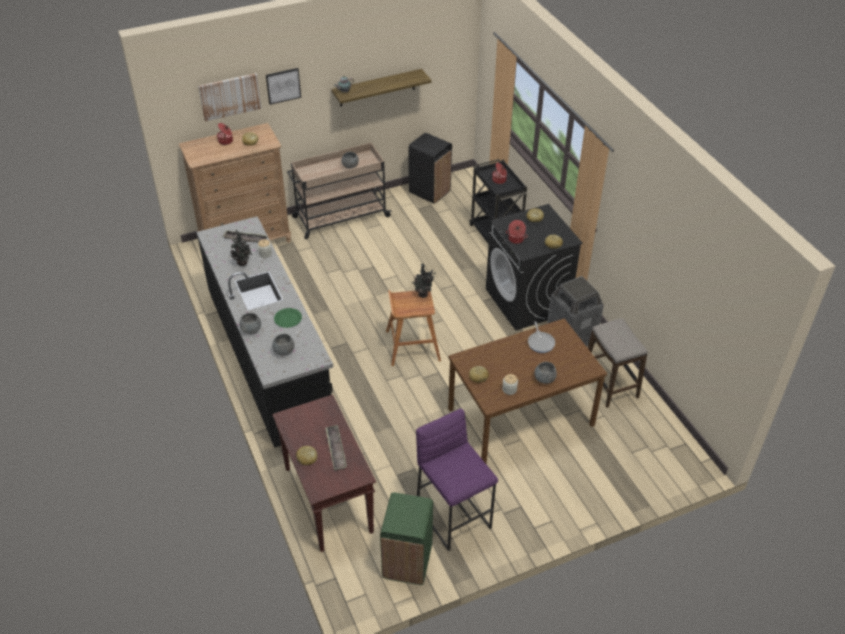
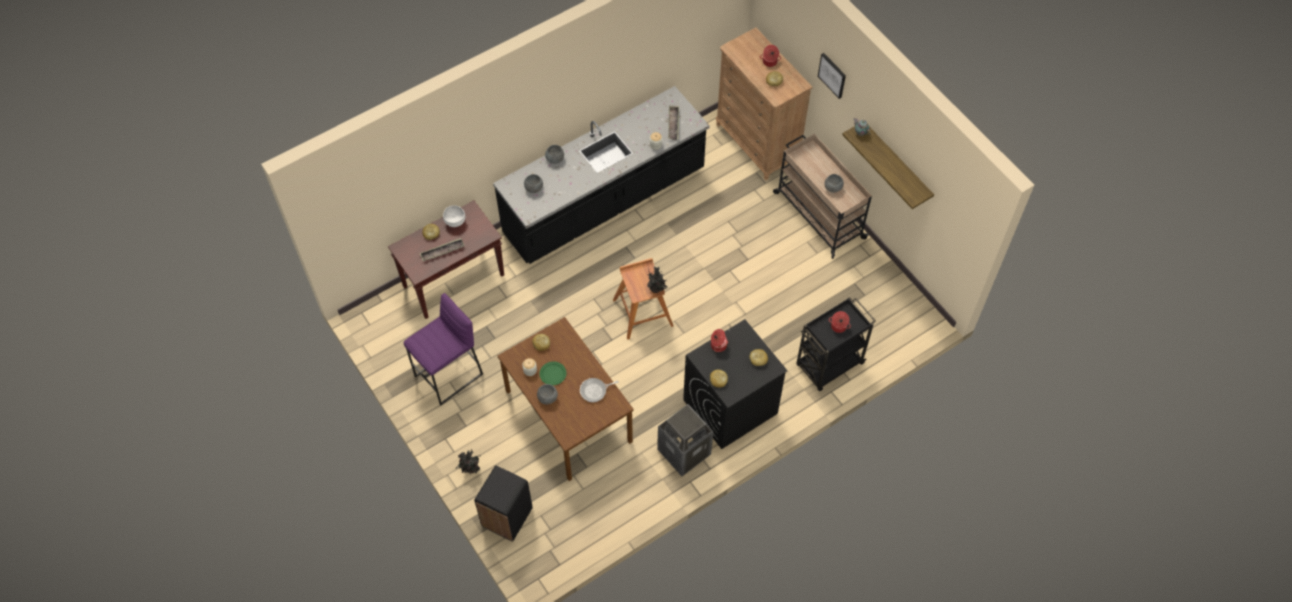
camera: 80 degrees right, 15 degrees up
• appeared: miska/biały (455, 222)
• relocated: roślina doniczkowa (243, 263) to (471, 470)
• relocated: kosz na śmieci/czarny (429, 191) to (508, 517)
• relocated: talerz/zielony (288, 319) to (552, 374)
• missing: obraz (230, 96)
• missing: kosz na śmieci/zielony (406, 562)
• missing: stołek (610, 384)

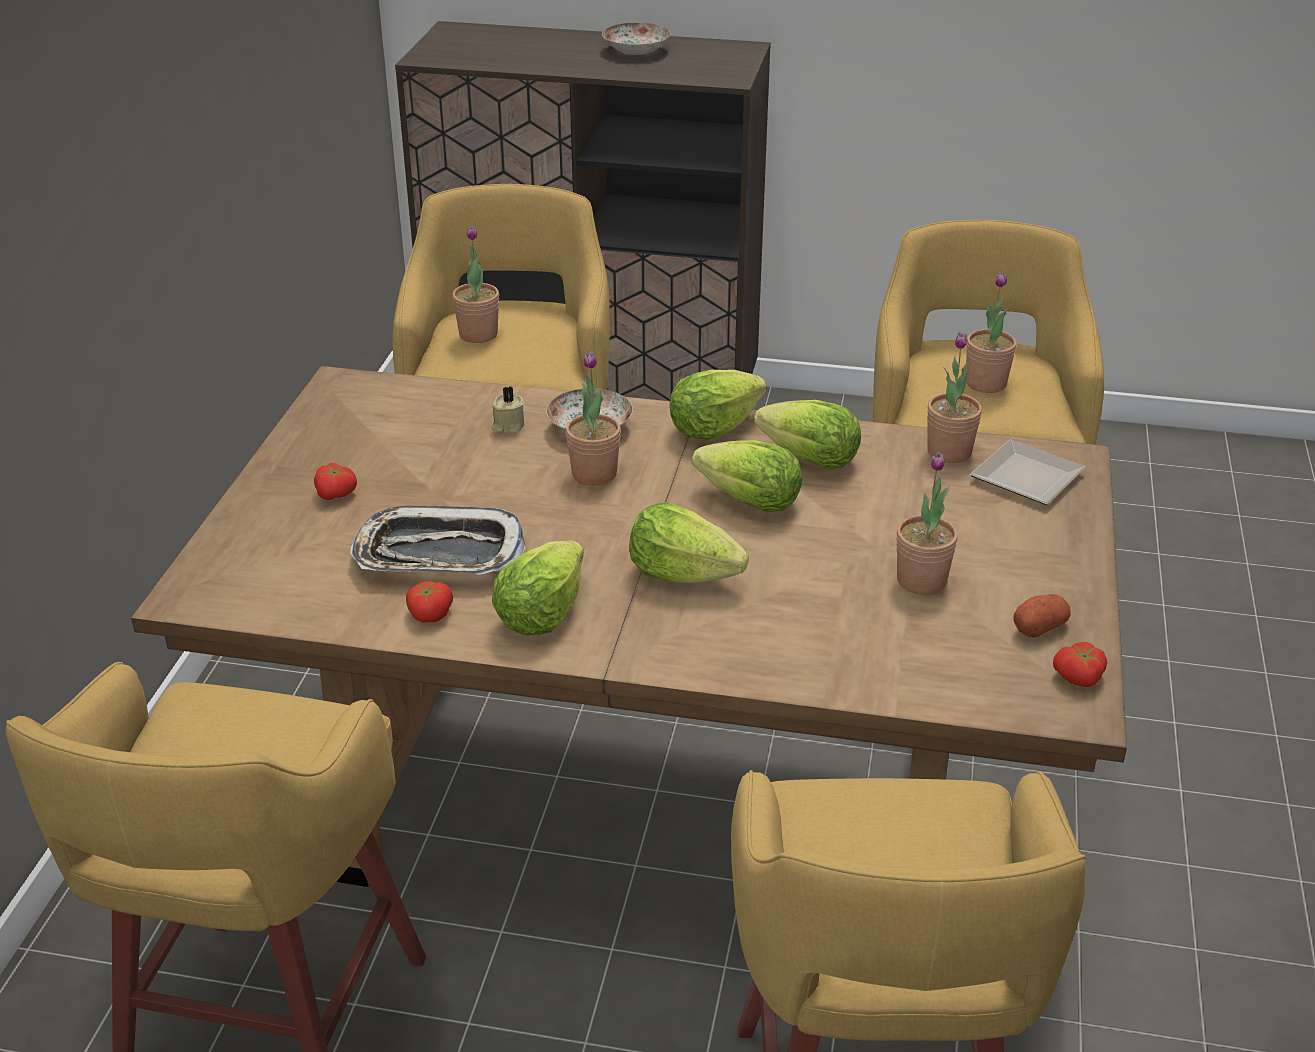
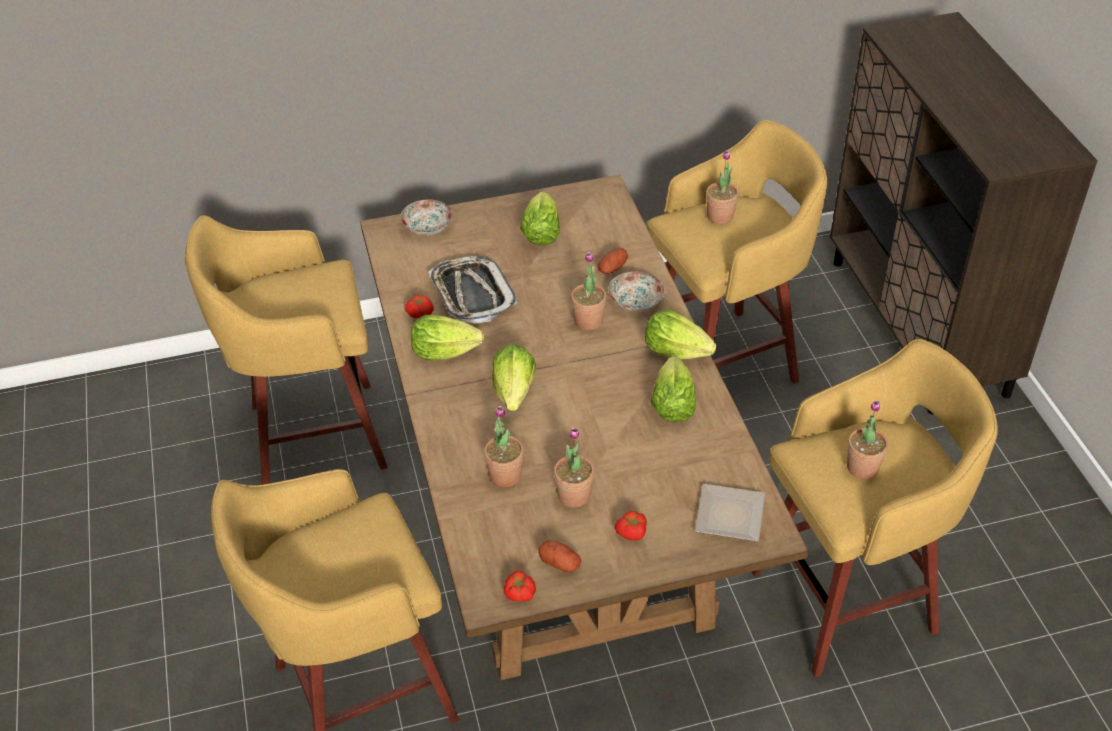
camera: 65 degrees right, 10 degrees up
• relocated: talerz (636, 50) to (428, 226)
• relocated: roślina doniczkowa (949, 452) to (505, 475)
• relocated: sałata (750, 502) to (541, 233)
• exchanged: świeca/beżowy (508, 426) to ziemniak (612, 268)
• relocated: pomidor (337, 494) to (632, 533)

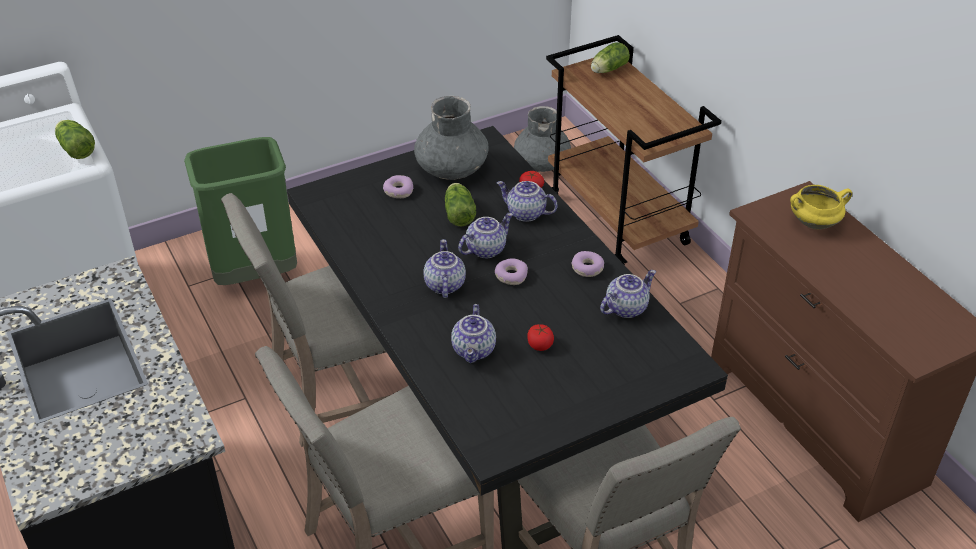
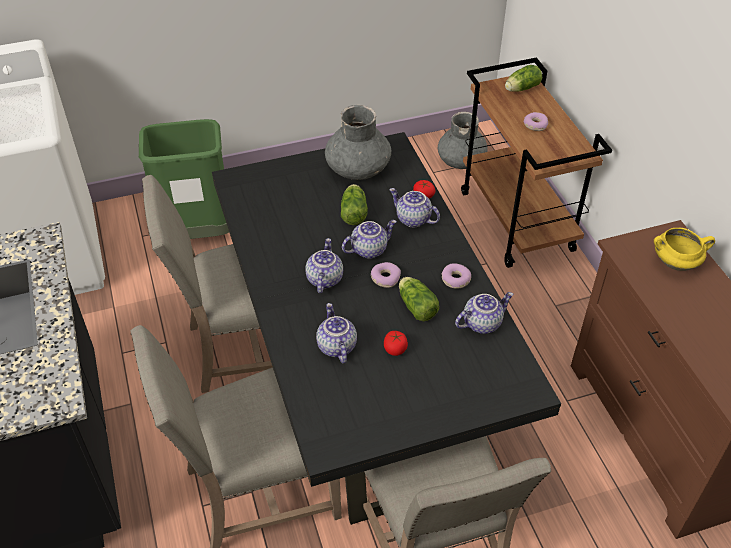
camera: 10 degrees right, 5 degrees up
• spun: imbryk (474, 350) = (335, 346) 150 degrees clockwise
• relocated: sałata (75, 148) to (416, 305)
• relocated: donut (398, 191) to (535, 125)

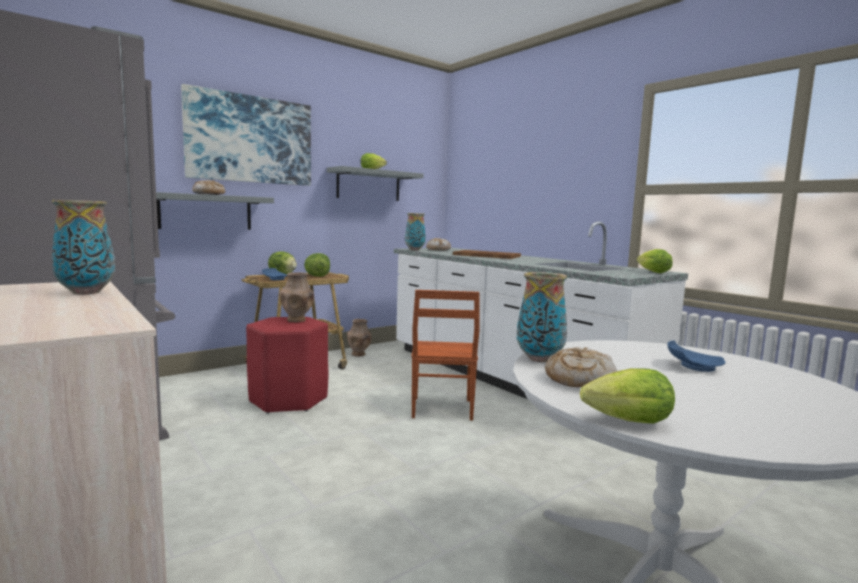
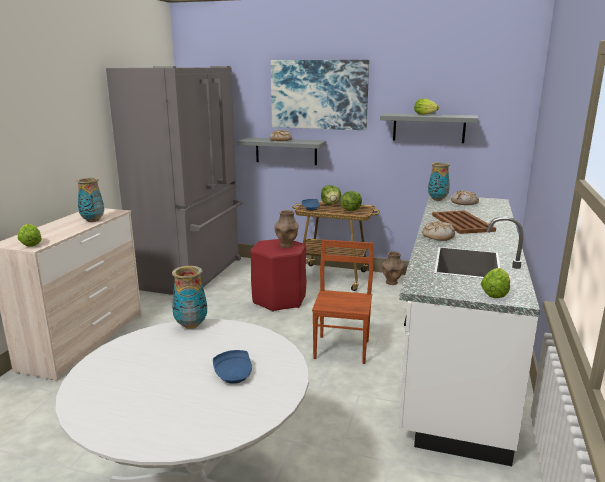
camera: 55 degrees right, 10 degrees up
• relocated: sałata (623, 421) to (30, 244)
• spun: krzesło/brązowy (441, 409) = (342, 349) 135 degrees clockwise
• relocated: chleb (579, 380) to (438, 236)

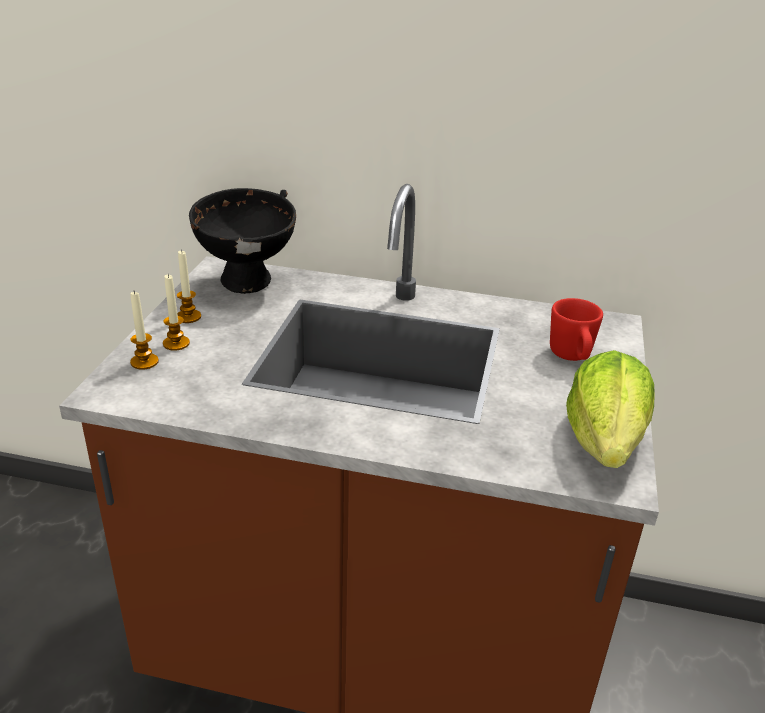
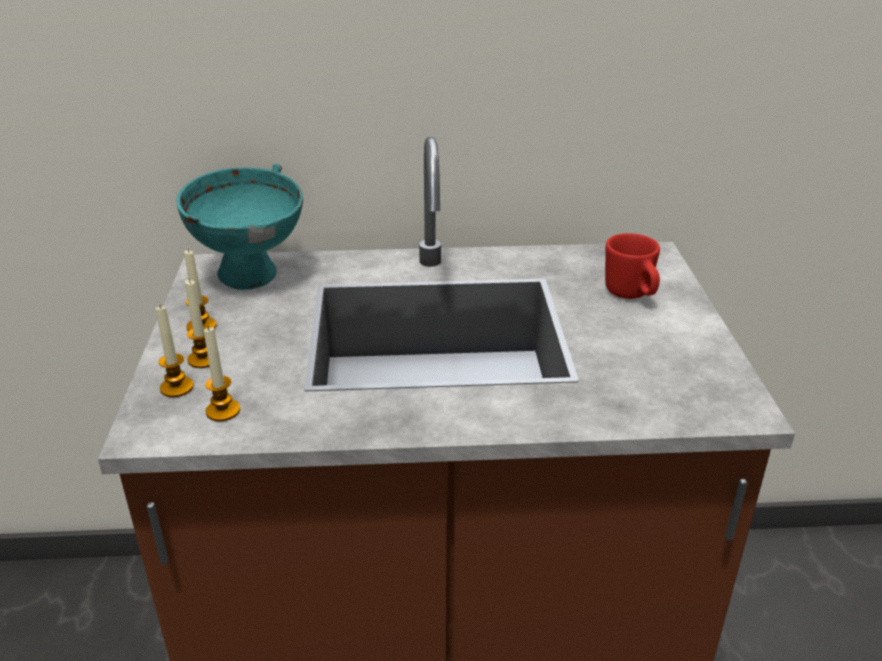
camera: 15 degrees left, 0 degrees up
• colour: miska/czarny (248, 285) to miska/turkusowy (252, 279)
• appeared: świeca (223, 411)
• missing: sałata (604, 442)

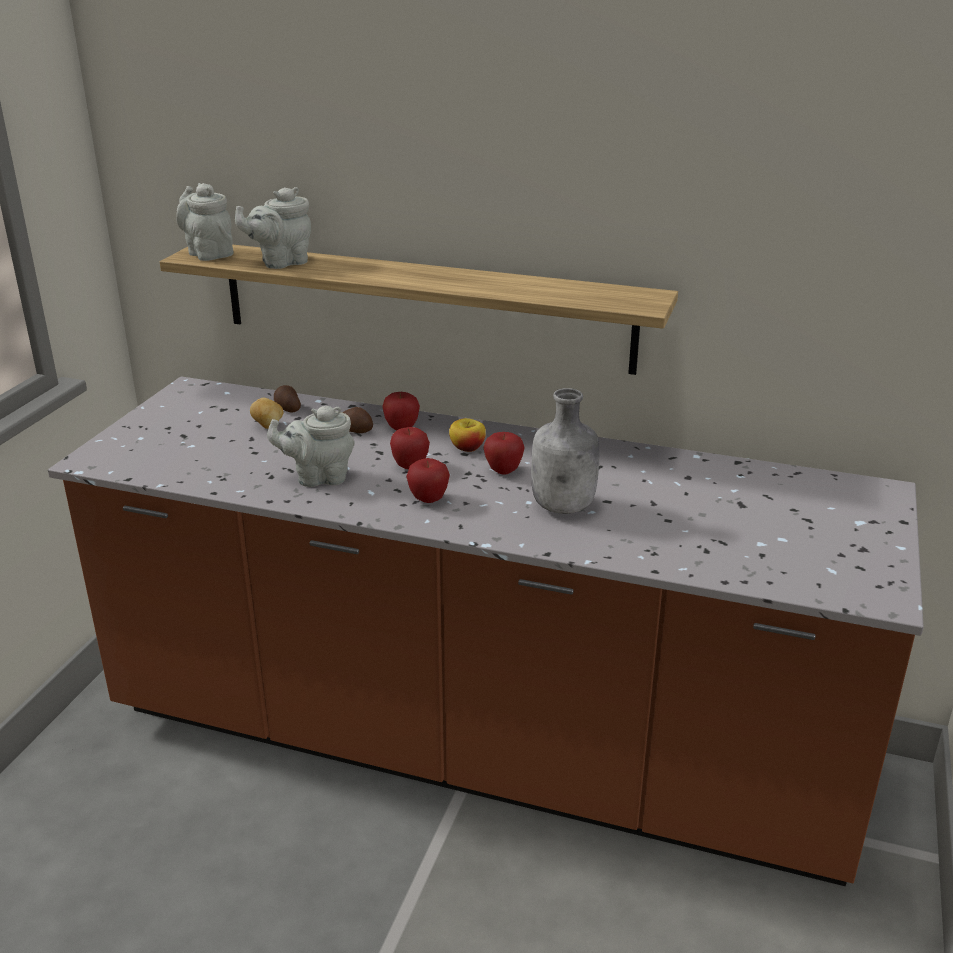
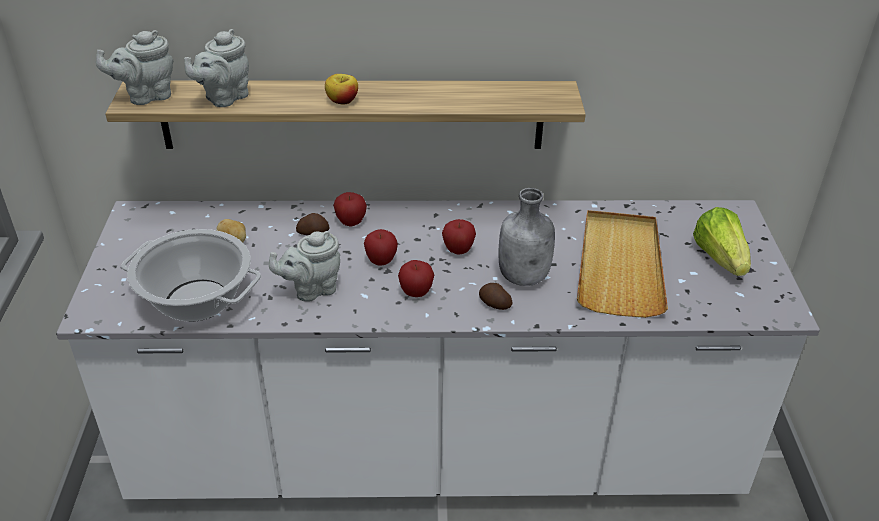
camera: 20 degrees left, 10 degrees up
• colour: zabudowa kuchenna/brązowy (476, 745) to zabudowa kuchenna/biały (436, 452)
• spun: imbryk/szary (208, 253) = (146, 96) 60 degrees counterclockwise
• appeared: garnek (196, 301)
• relocated: jabłko (467, 448) to (342, 101)
• relocated: ziemniak (287, 408) to (494, 304)
• appeared: taca/beżowy (620, 266)
• appeared: sałata (720, 258)

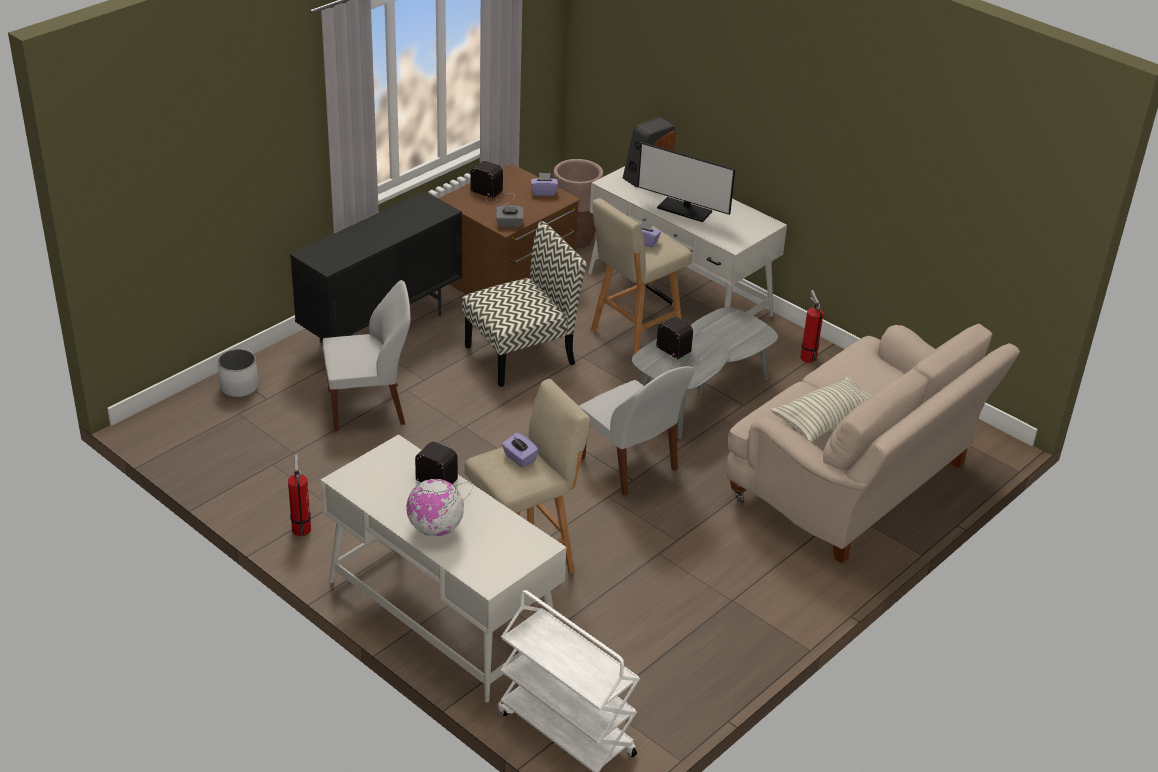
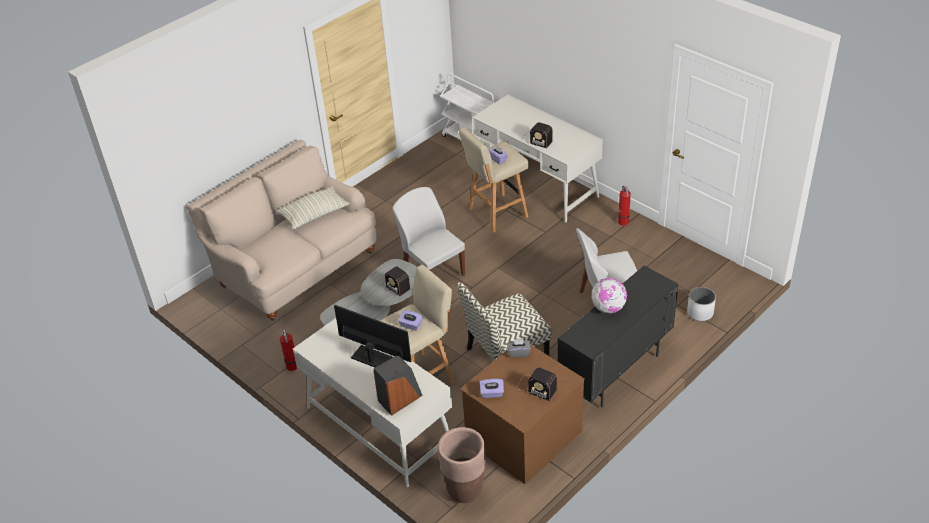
camera: 175 degrees left, 5 degrees up
• relocated: globus (435, 529) to (608, 308)

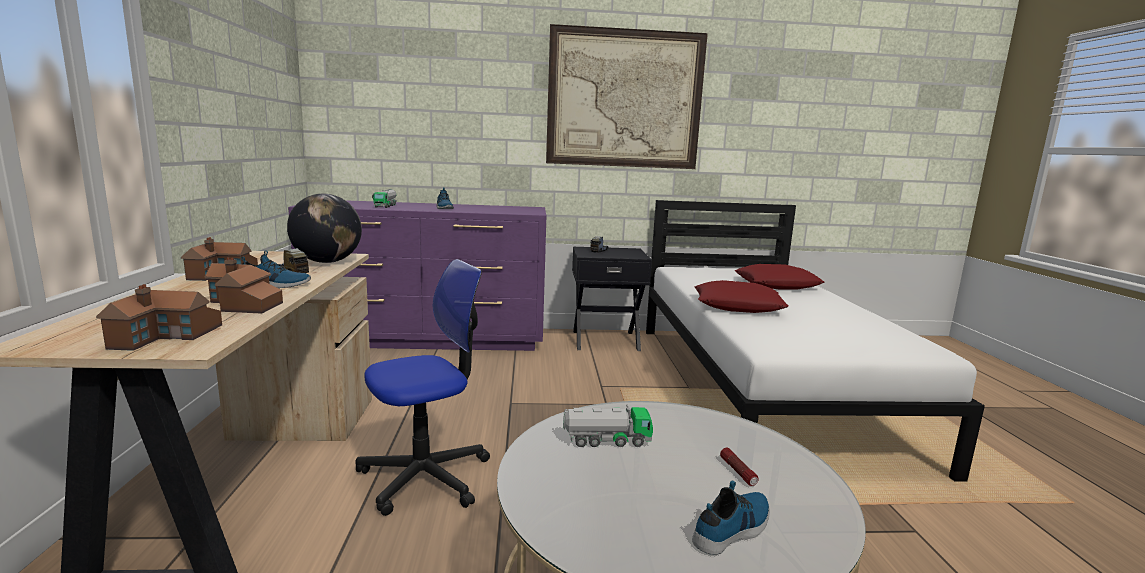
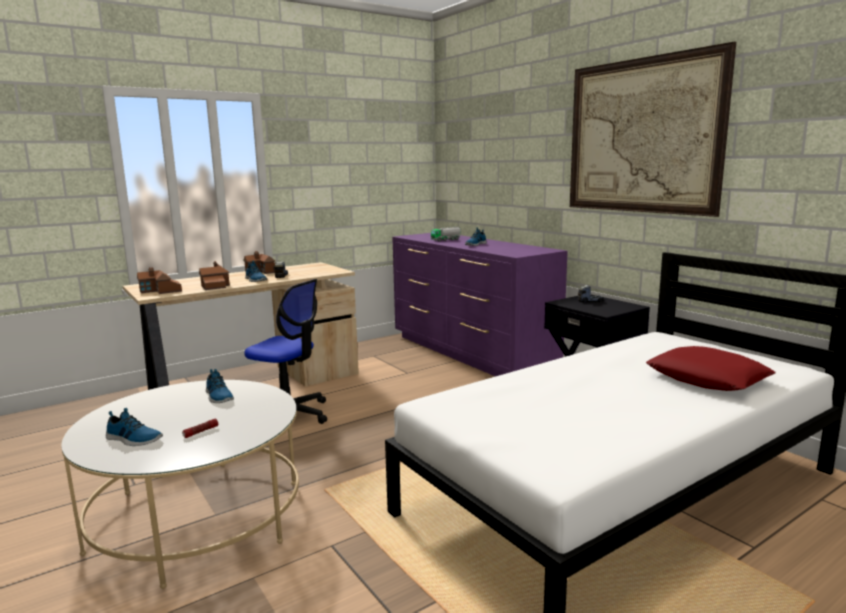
camera: 60 degrees right, 0 degrees up
• exchanged: ciężarówka zabawkowa (607, 440) to but (218, 397)
• missing: globus (327, 262)
• missing: poduszka/czerwony (738, 305)

